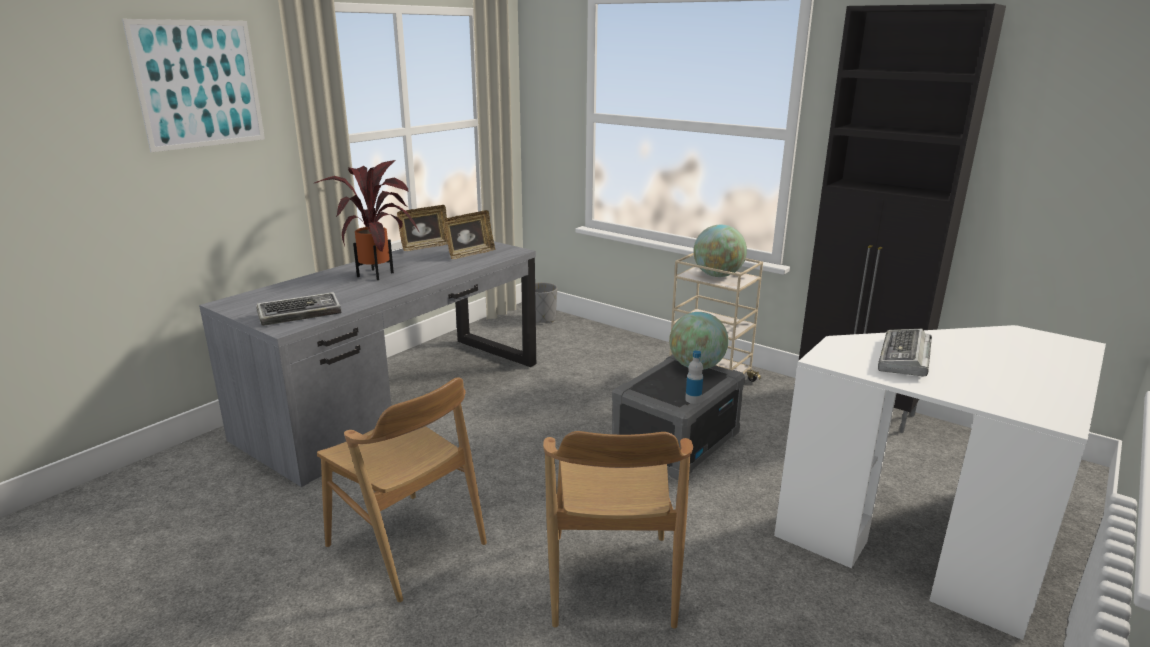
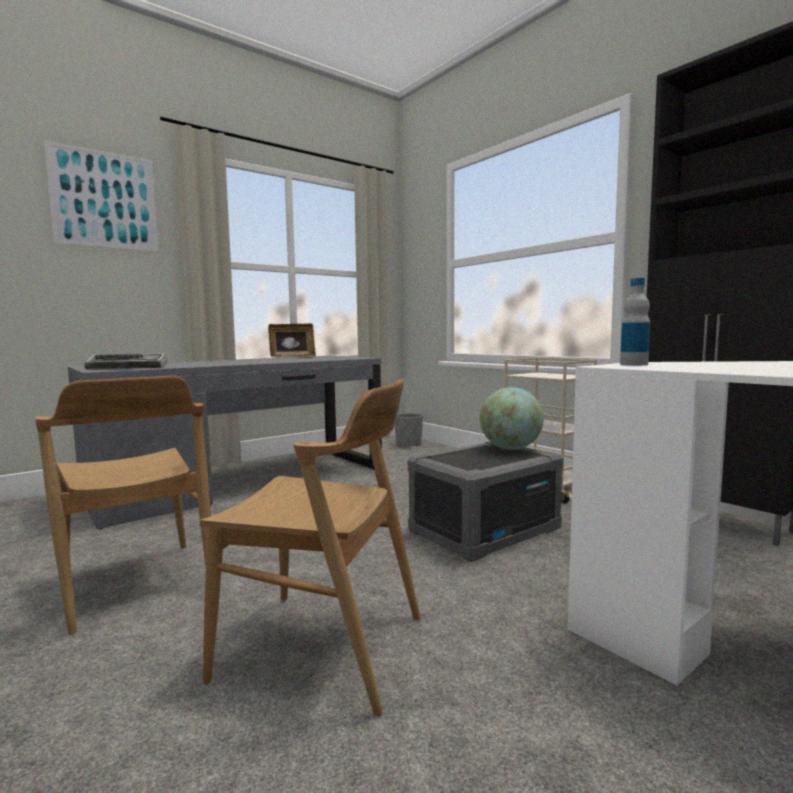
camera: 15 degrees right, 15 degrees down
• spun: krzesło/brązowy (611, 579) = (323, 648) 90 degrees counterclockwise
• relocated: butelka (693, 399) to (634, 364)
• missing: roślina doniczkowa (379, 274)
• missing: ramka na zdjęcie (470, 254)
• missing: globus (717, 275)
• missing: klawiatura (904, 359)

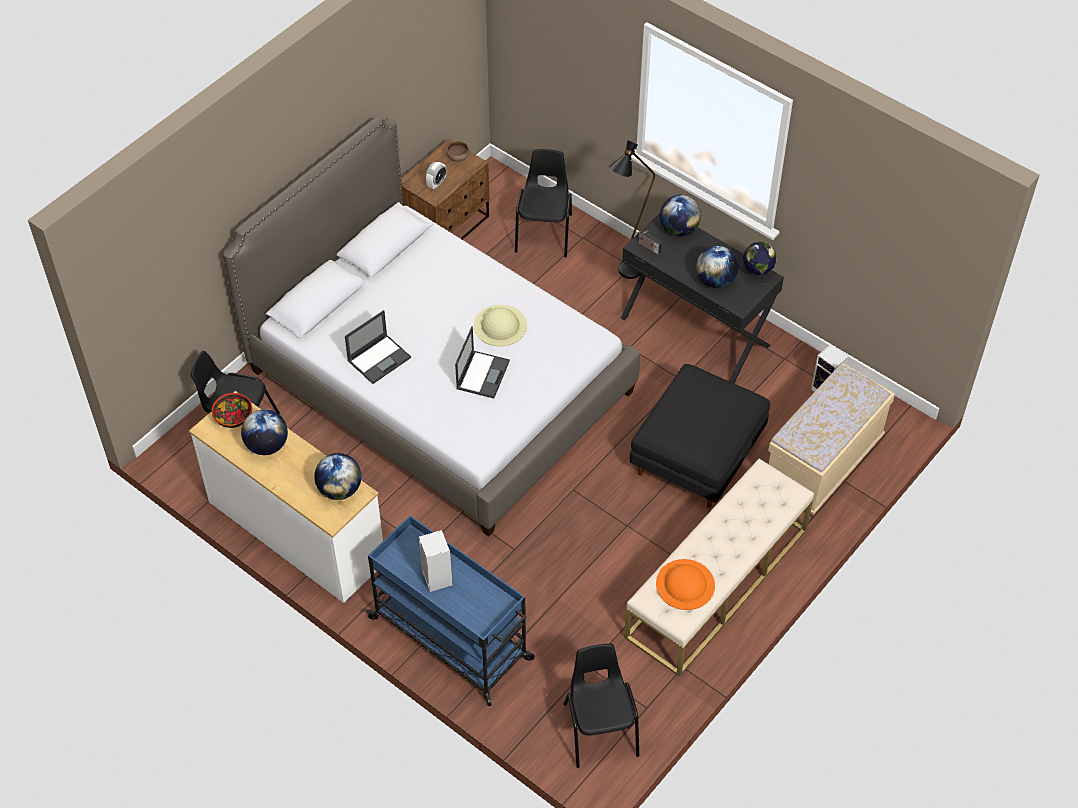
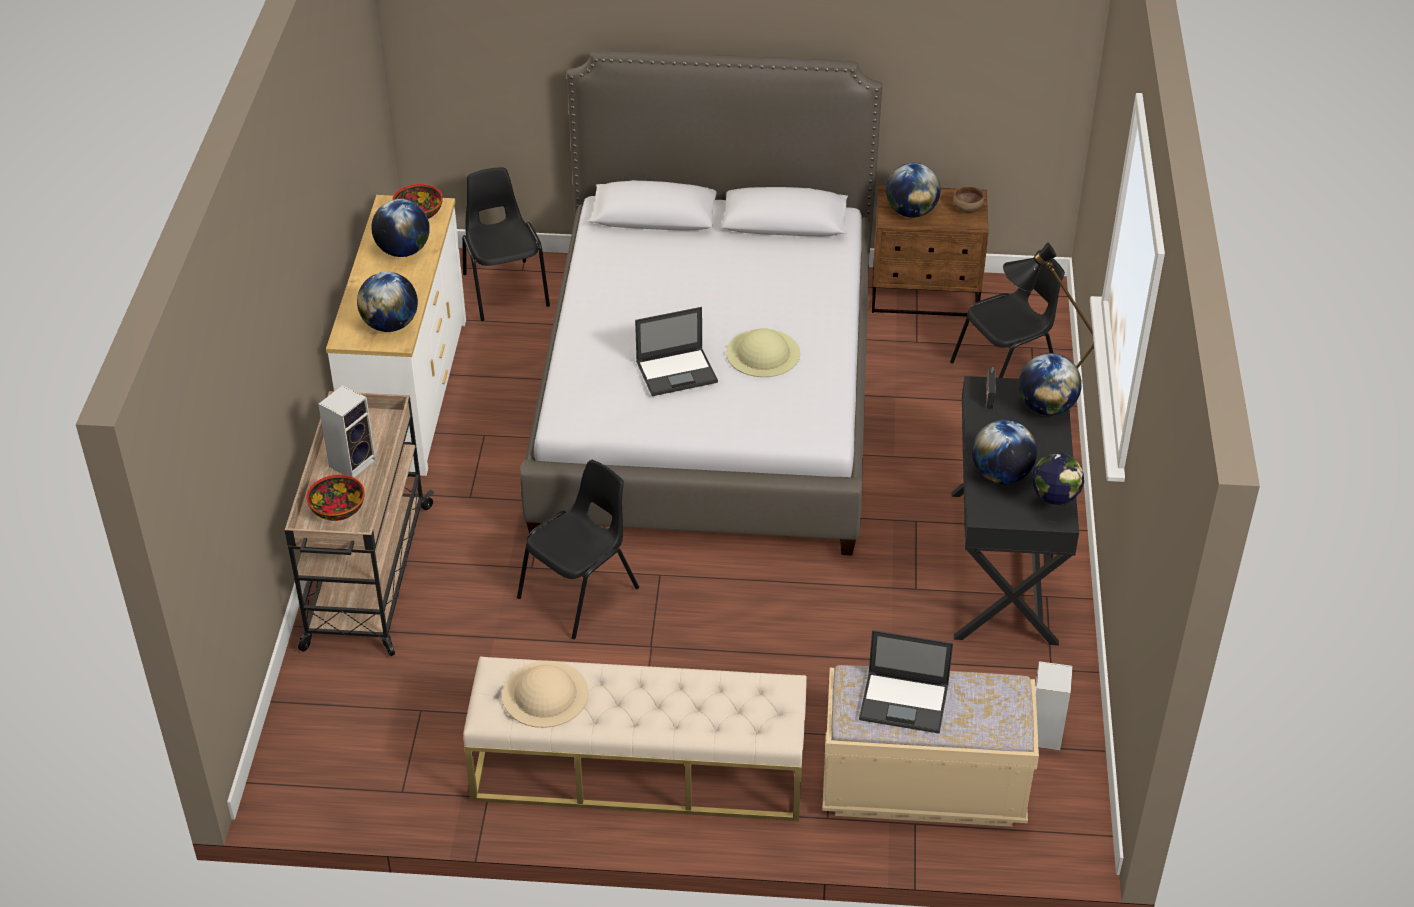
camera: 55 degrees right, 10 degrees down
• colour: wózek/niebieski (452, 639) to wózek/beżowy (367, 578)
• appeared: miska (337, 509)
• colour: kapelusz/pomarańczowy (685, 584) to kapelusz/beżowy (545, 694)
• relocated: krzesło/czarny (600, 728) to (581, 593)
• relocated: laptop (379, 359) to (905, 702)
• exchanged: budzik (436, 183) to globus (911, 212)
• missing: pufa/czarny (697, 456)

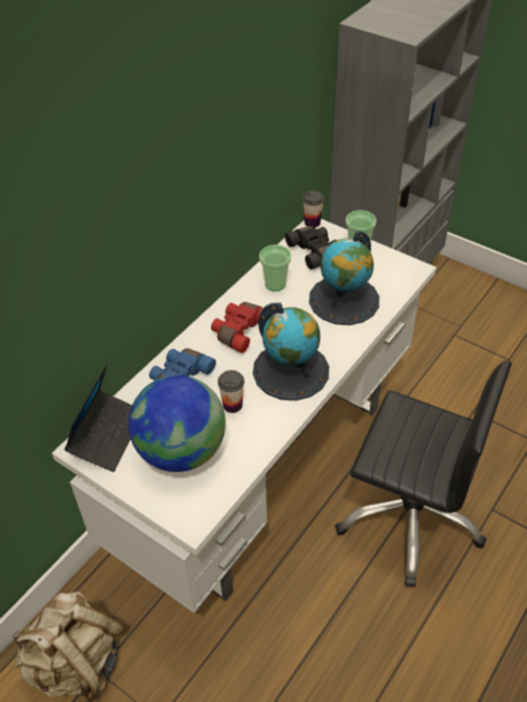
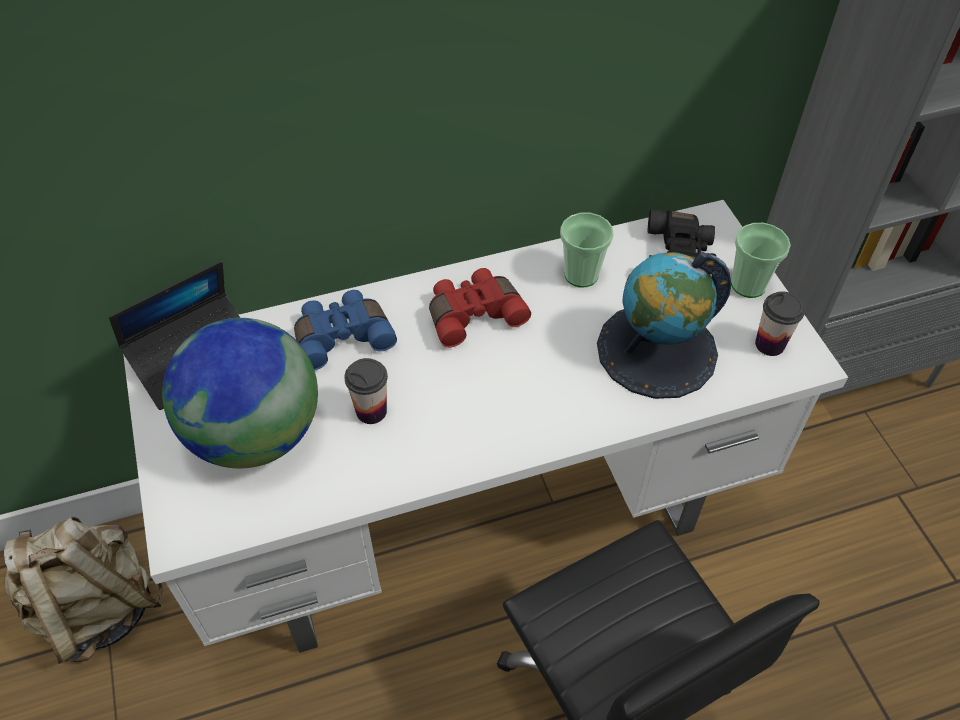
camera: 35 degrees right, 5 degrees up
• relocated: filiżanka (312, 223) to (769, 344)
• missing: globus (291, 370)

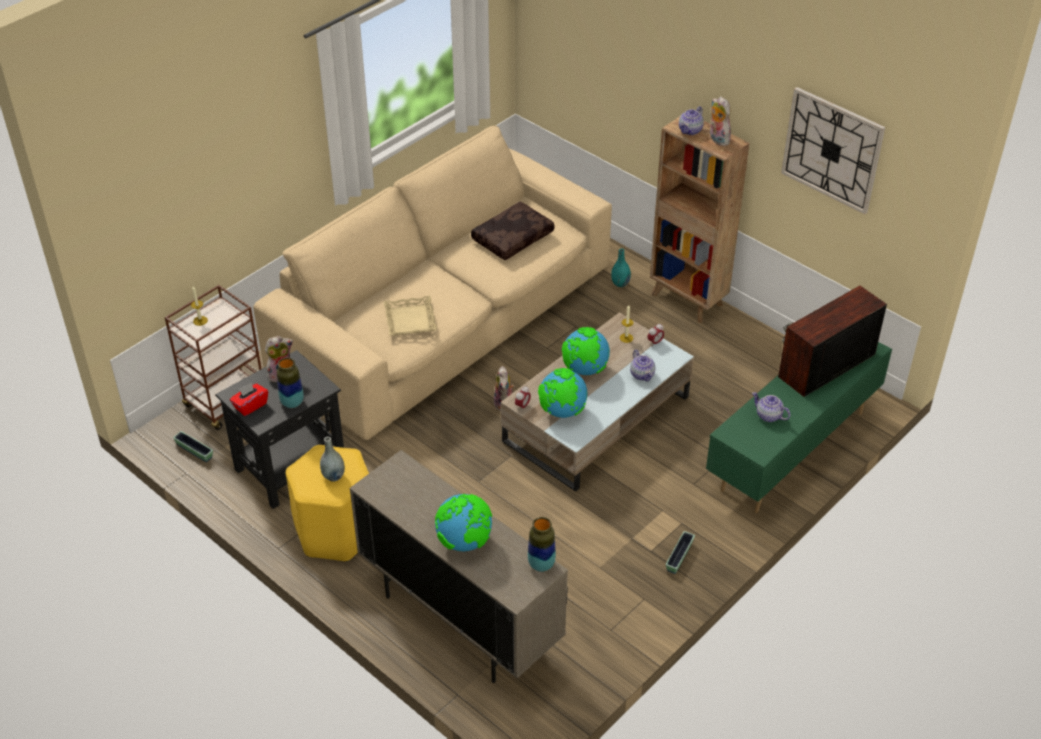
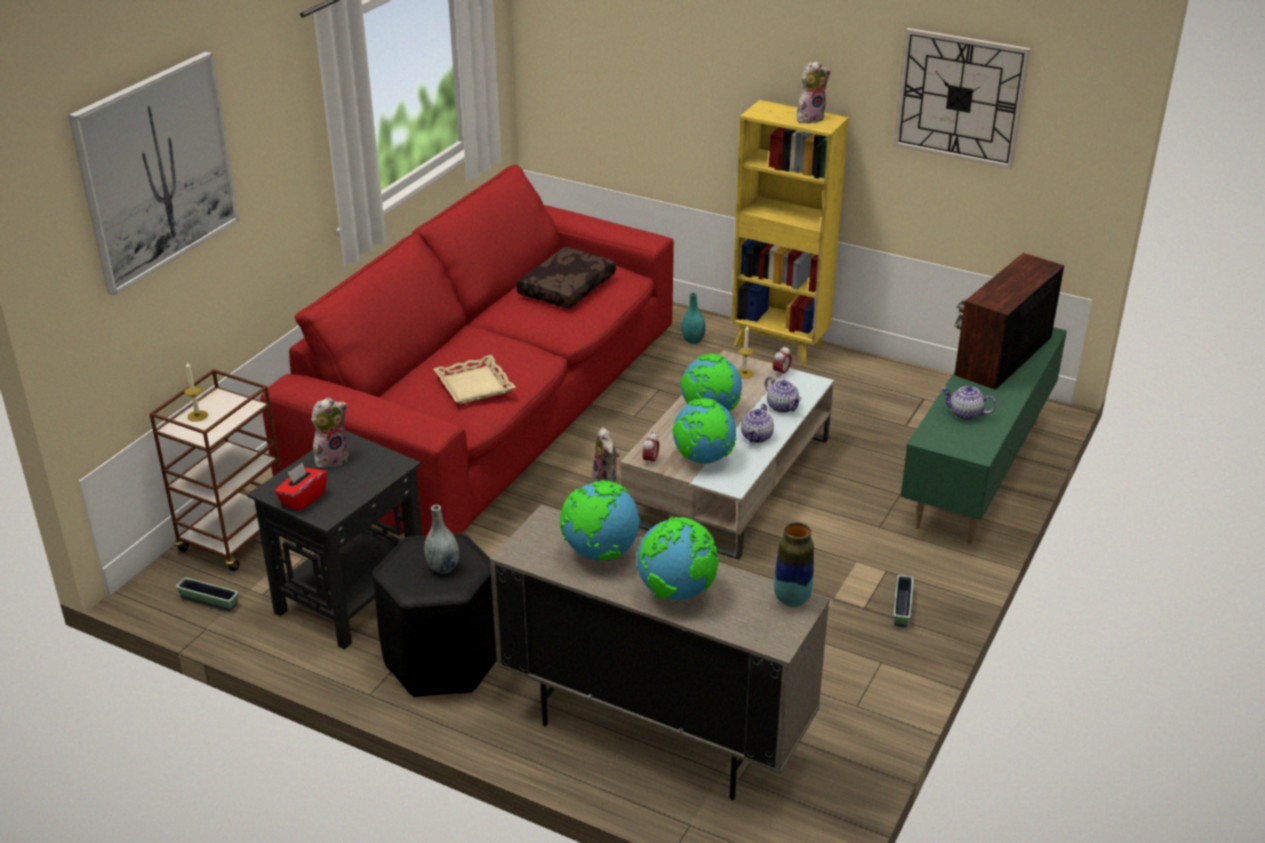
camera: 15 degrees left, 10 degrees down
• appeared: obraz (157, 170)
• colour: kanapa/beżowy (445, 319) to kanapa/czerwony (494, 406)
• colour: stołek/żółty (336, 531) to stołek/czarny (442, 660)
• appeared: globus (600, 553)
• colour: regał/brązowy (688, 300) to regał/żółty (780, 345)
• relocated: imbryk (690, 130) to (757, 437)
• spun: pluszak (717, 139) = (810, 118) 105 degrees clockwise
• missing: wazon (292, 402)

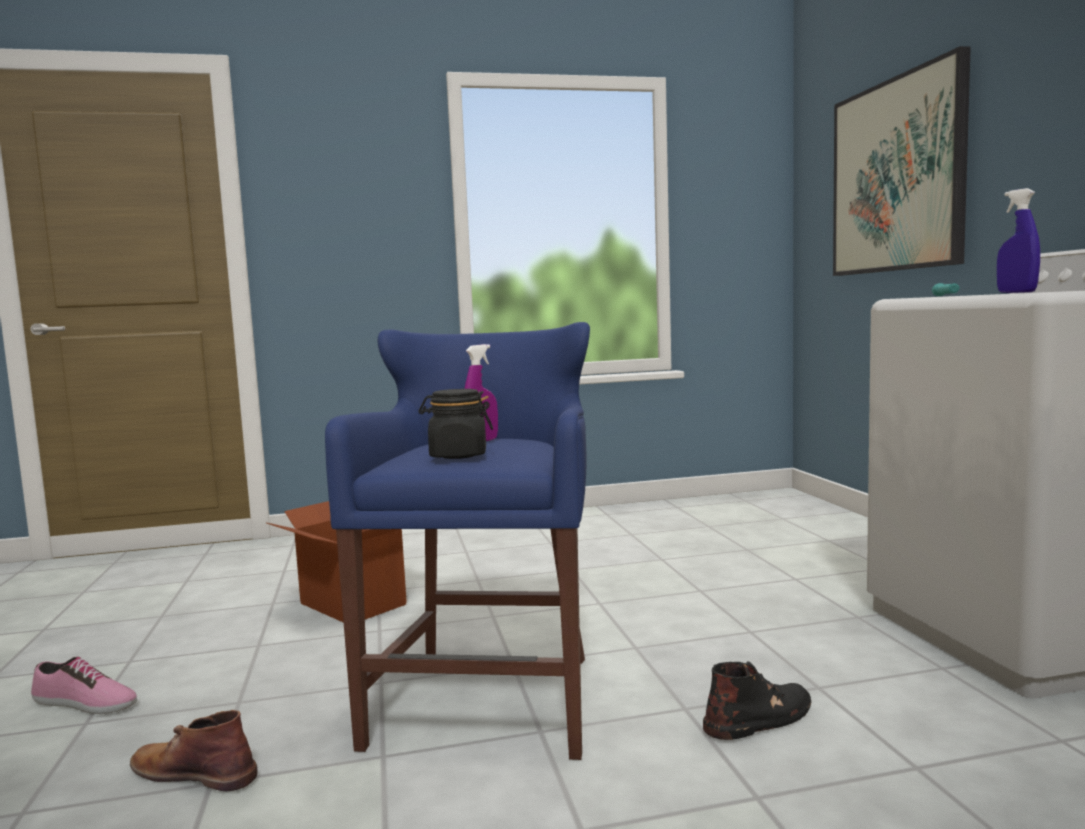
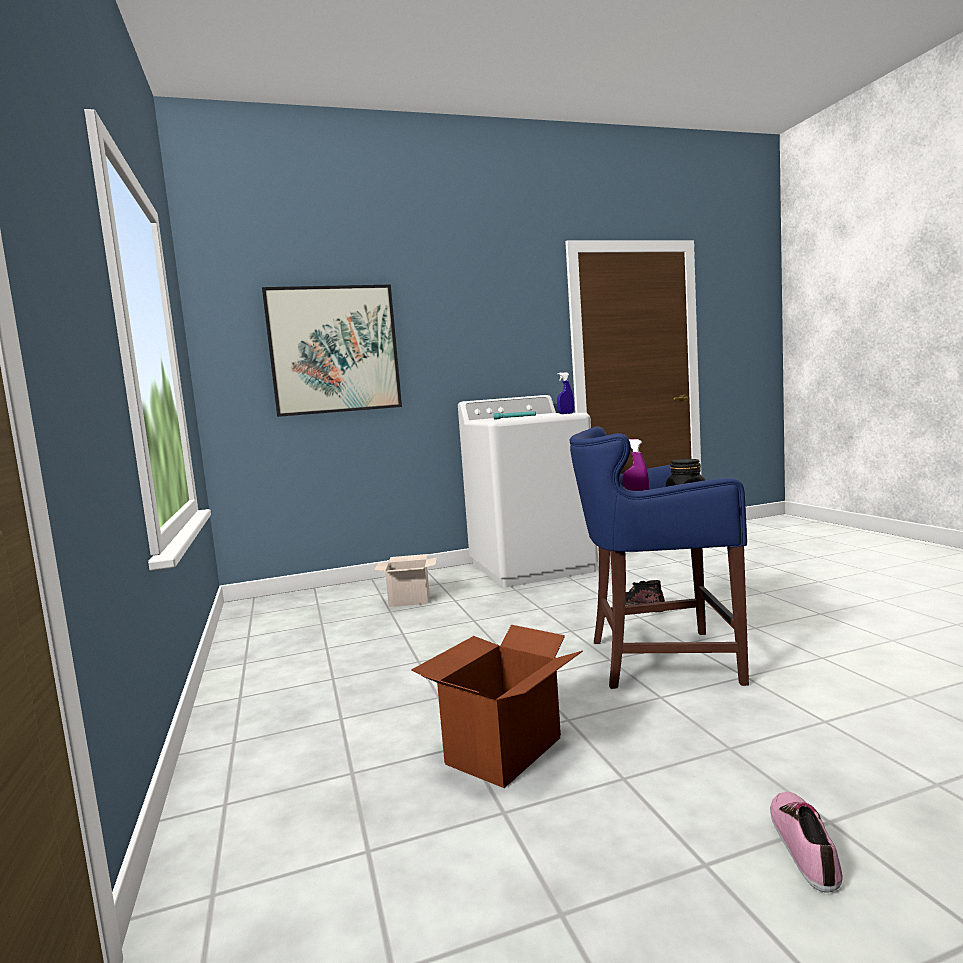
camera: 95 degrees left, 0 degrees up
• appeared: karton (410, 599)
• missing: but z cholewką/brązowy (193, 772)

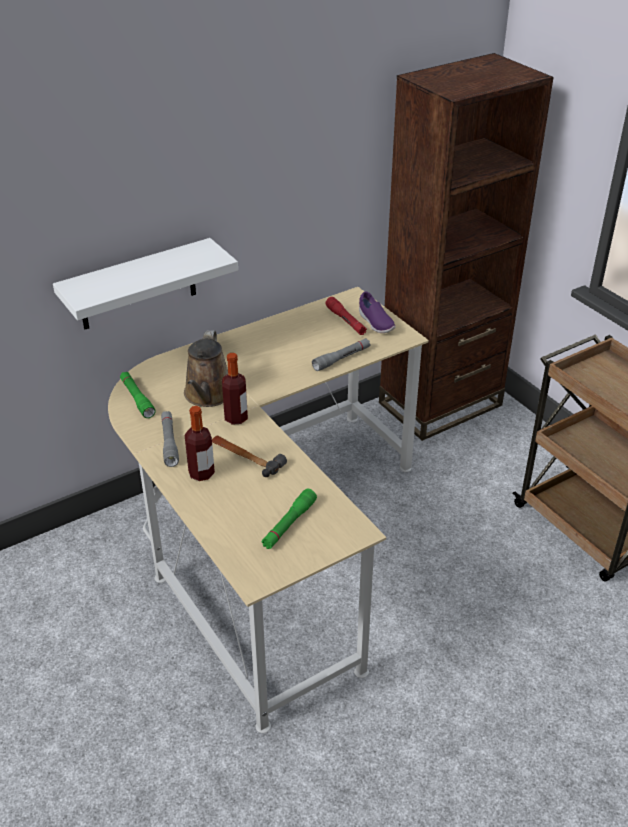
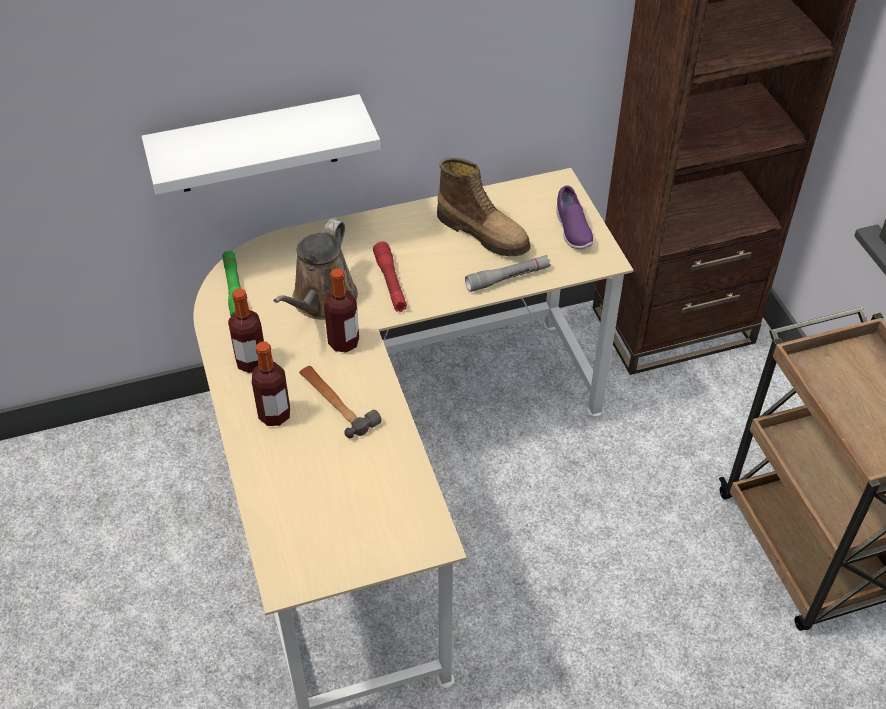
camera: 15 degrees right, 10 degrees up
• exchanged: latarka/szary (169, 442) to butelka (251, 362)
• relocated: latarka/czerwony (346, 321) to (390, 282)
• appeared: but z cholewką (484, 233)
• missing: latarka/zielony (289, 524)

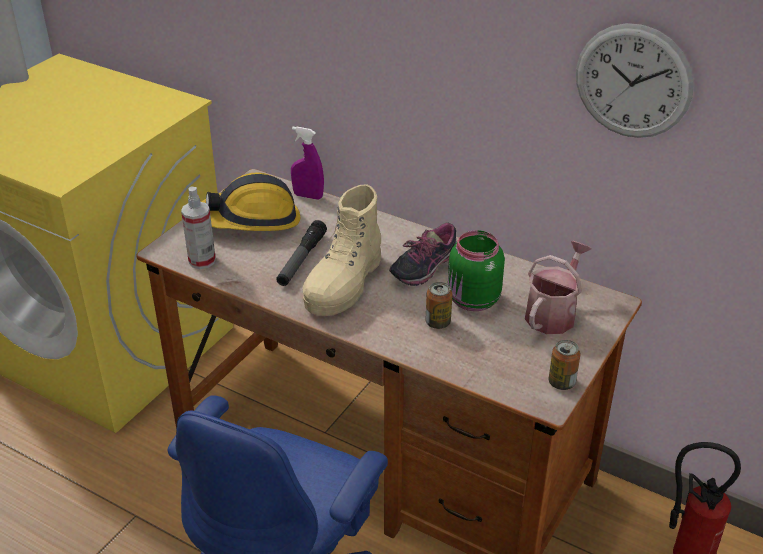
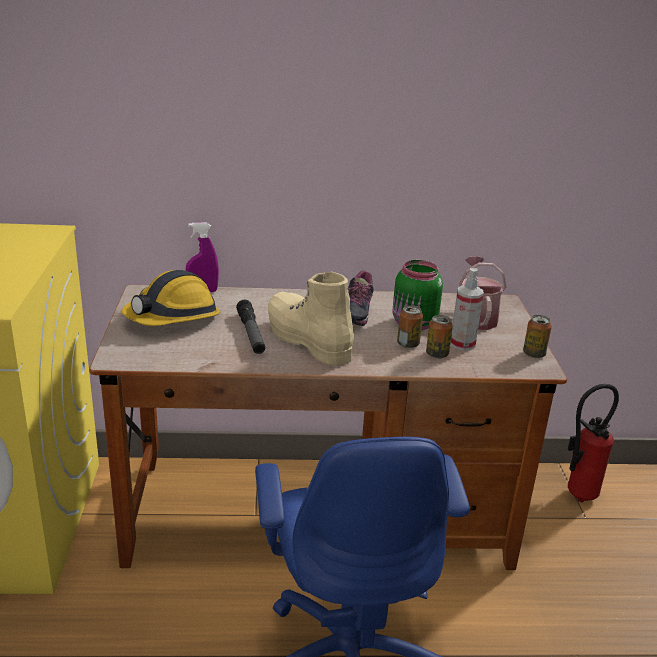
camera: 35 degrees left, 10 degrees down
• spun: but z cholewką/beżowy (344, 285) = (307, 340) 150 degrees clockwise
• appeared: puszka (437, 354)
• relocated: spryskiwacz (202, 261) to (462, 344)
• missing: zegar ścienny (633, 81)

